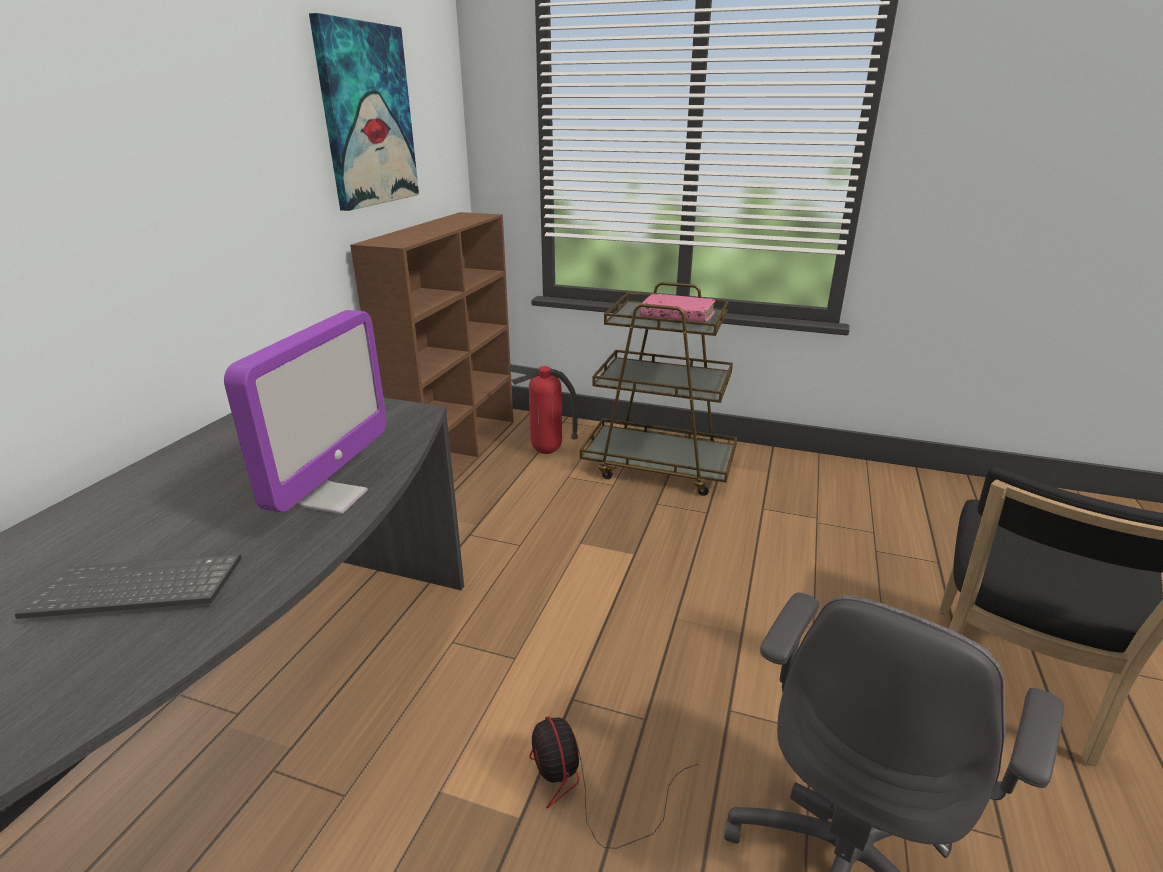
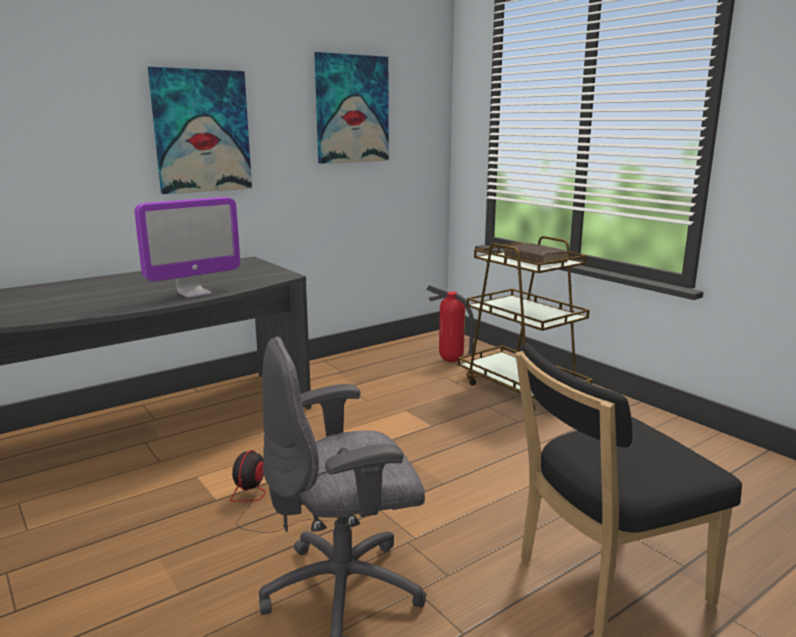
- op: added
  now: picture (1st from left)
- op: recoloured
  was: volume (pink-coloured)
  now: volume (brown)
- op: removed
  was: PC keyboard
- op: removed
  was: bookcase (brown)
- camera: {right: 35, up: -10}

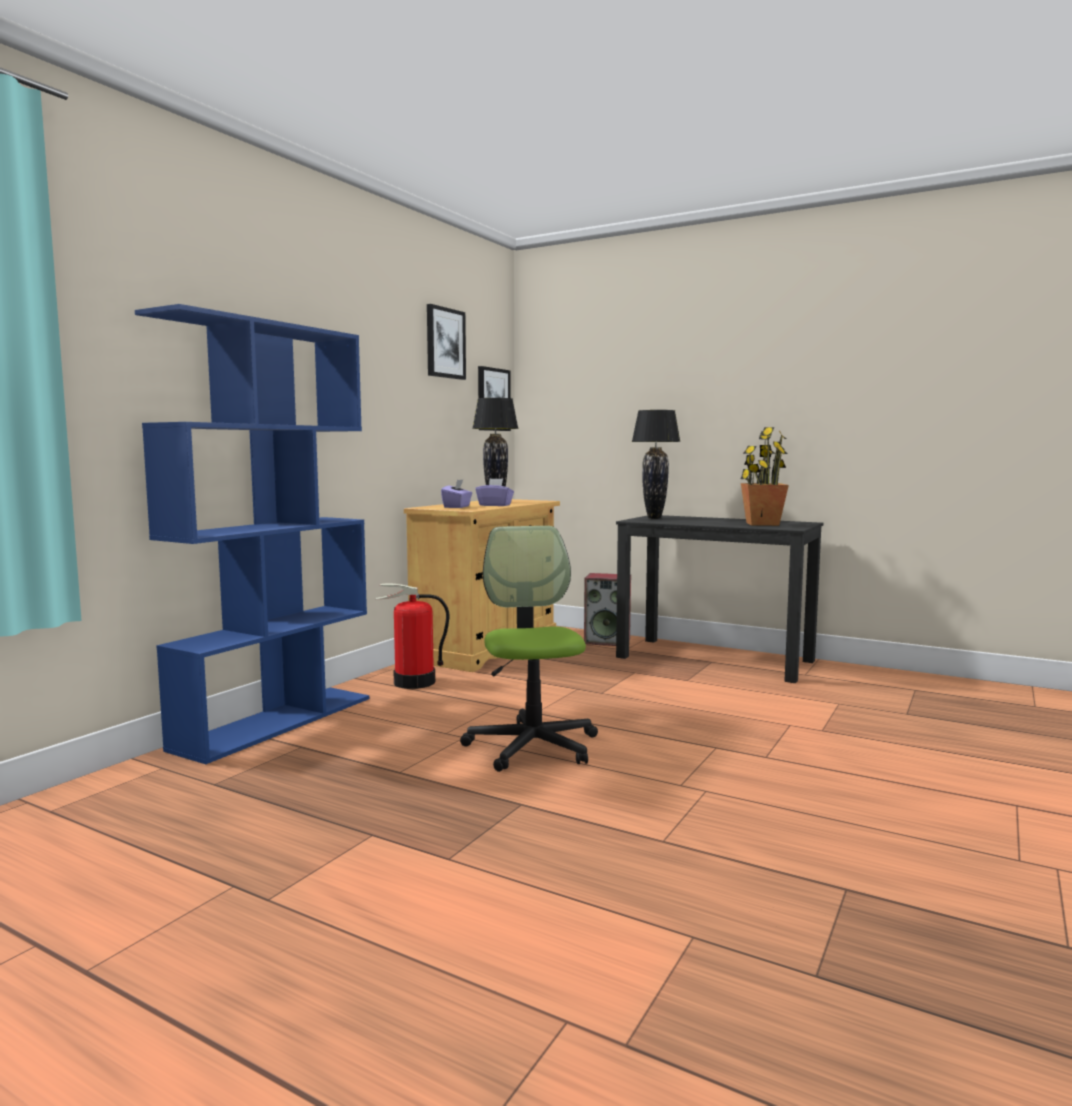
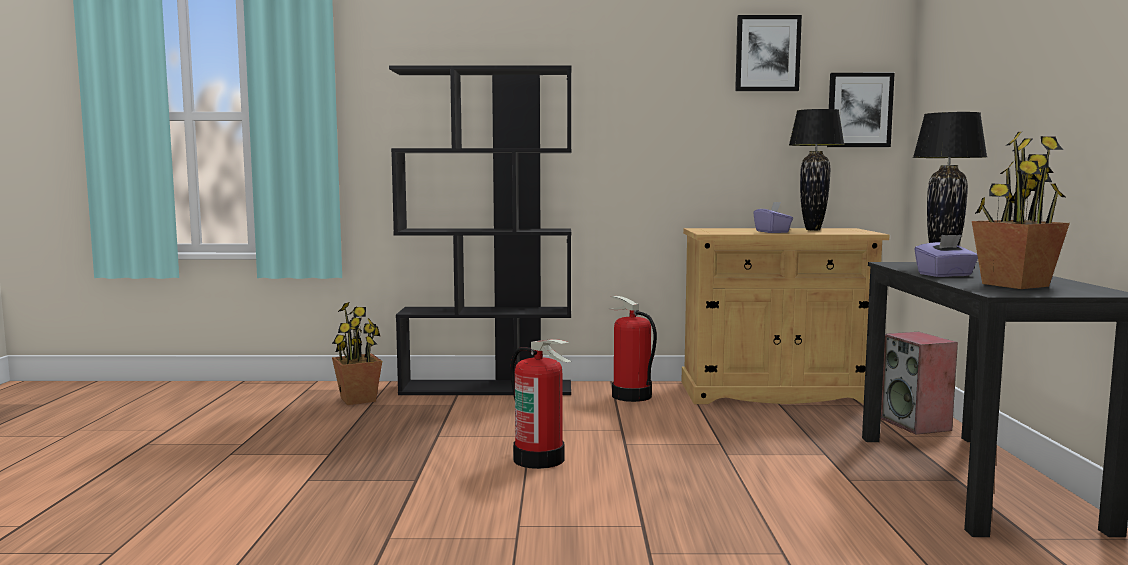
- op: added
  now: potted plant (1st from left)
- op: recoloured
  was: bookcase (blue)
  now: bookcase (black-coloured)
- op: replaced
  was: desk chair
  now: fire-fighting cylinder (1st from left)
- op: moved
  was: box of tissues (purplish) (1st from left in the first image)
  now: box of tissues (purplish) (2nd from left)
- camera: {right: 60, up: 0}

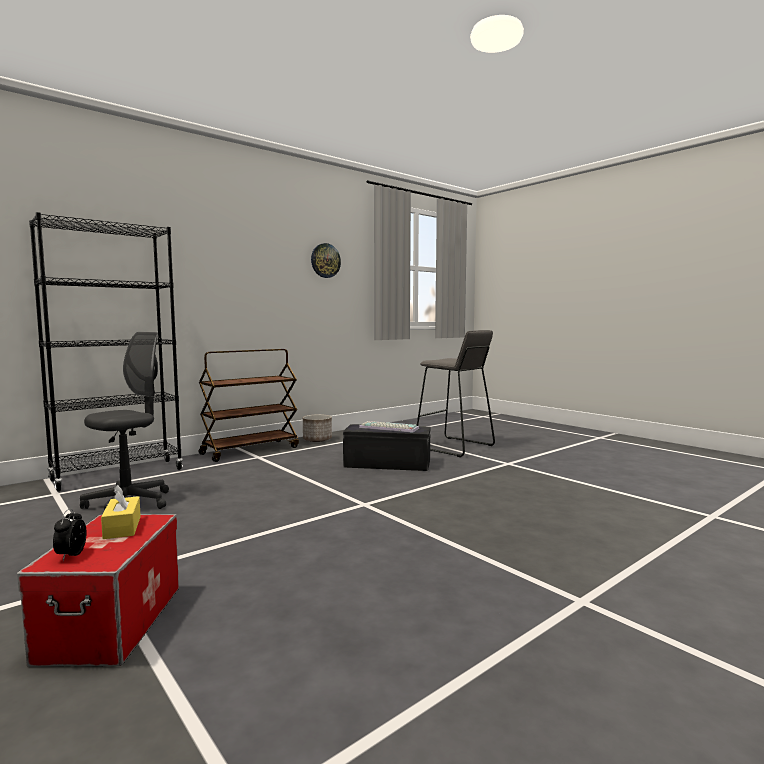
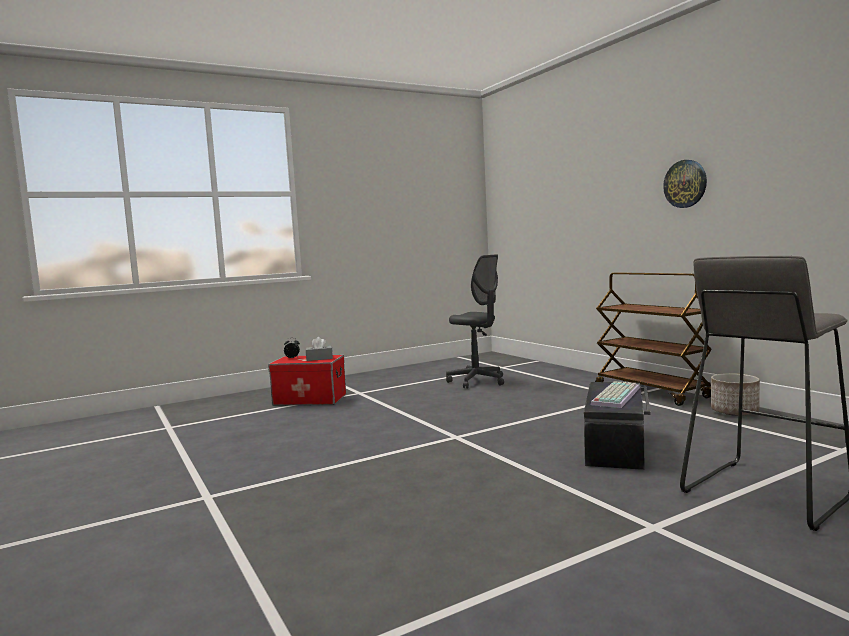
- op: recoloured
  was: box of tissues (yellow-coloured)
  now: box of tissues (greyish)
- op: moved
  was: clock on the wall
- op: removed
  was: bookcase (black-coloured)
- camera: {right: 100, up: 0}

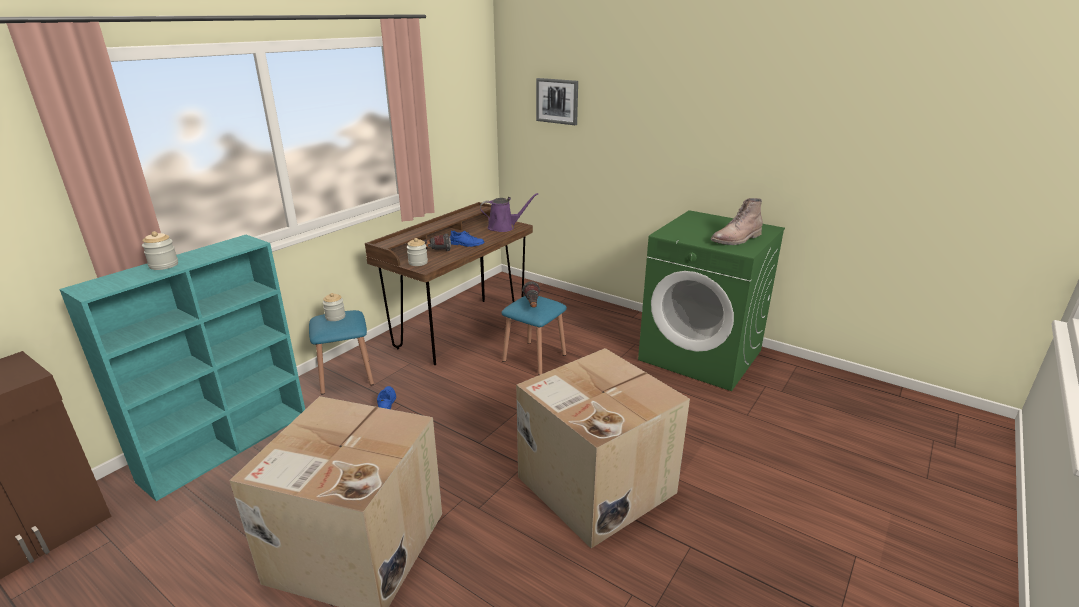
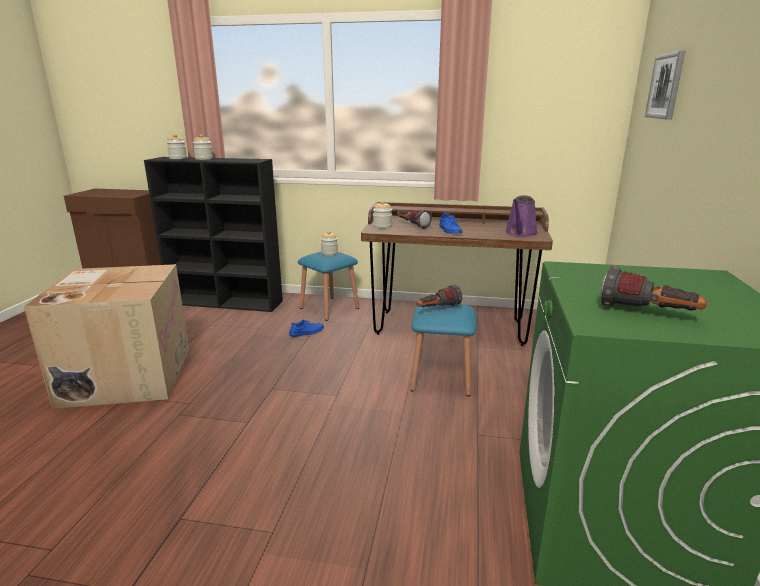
- op: recoloured
  was: bookcase (turquoise)
  now: bookcase (black-coloured)
- op: added
  now: jar (1st from left)
- op: turned
  was: watering can (purplish)
  clockwise: 60
- op: replaced
  was: high-top boot (brown)
  now: torch (3rd from left)
- op: removed
  was: packing box (2nd from left)
- camera: {right: 65, up: -5}

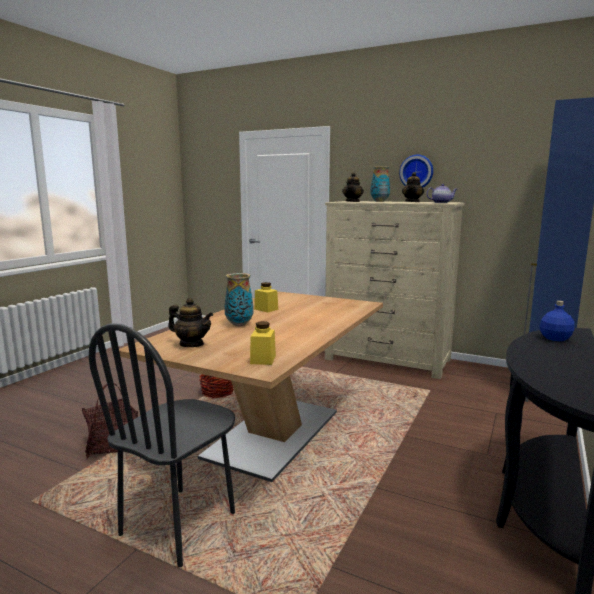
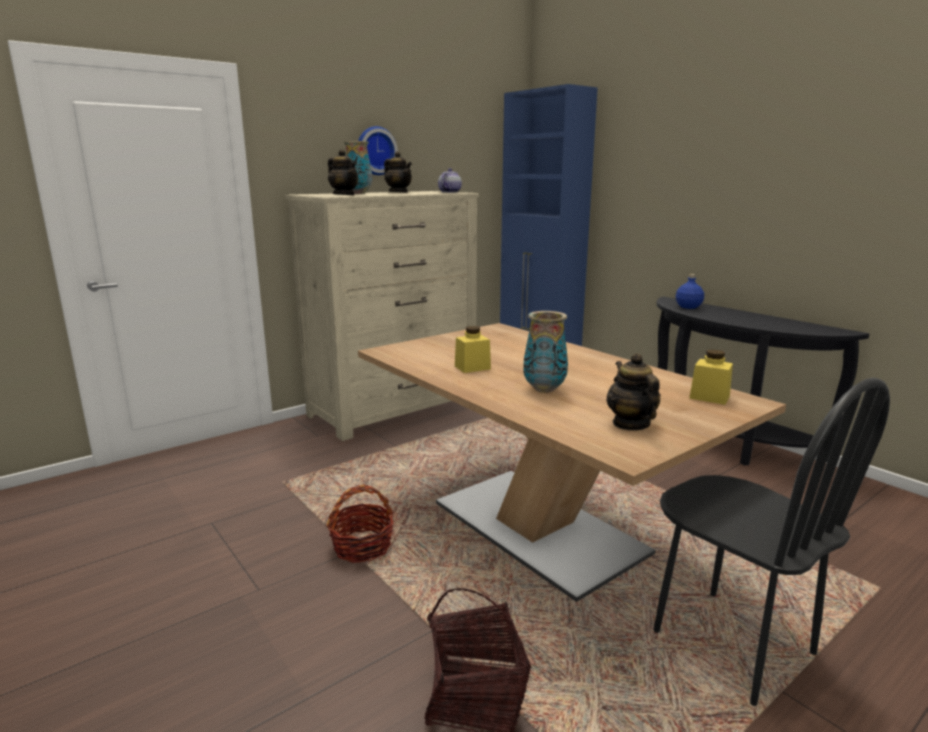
- op: turned
  was: tea pot (1st from left in the first image)
  clockwise: -60
- camera: {right: -65, up: 5}

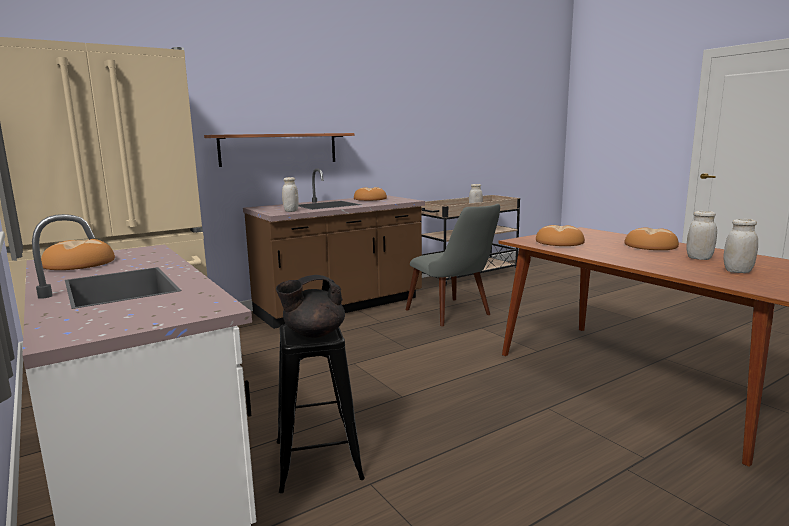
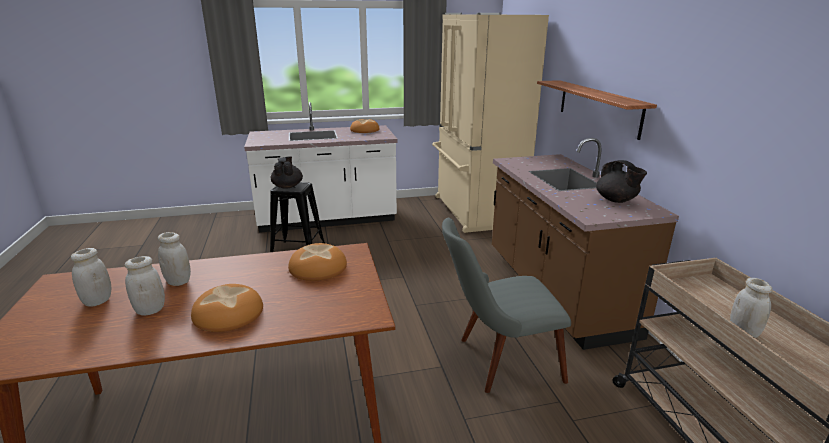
- op: moved
  was: jar (white) (1st from left in the first image)
  now: jar (white) (3rd from left)
- op: replaced
  was: bakery bread (2nd from left)
  now: tea pot (black-coloured) (2nd from left)
- camera: {right: 110, up: 10}

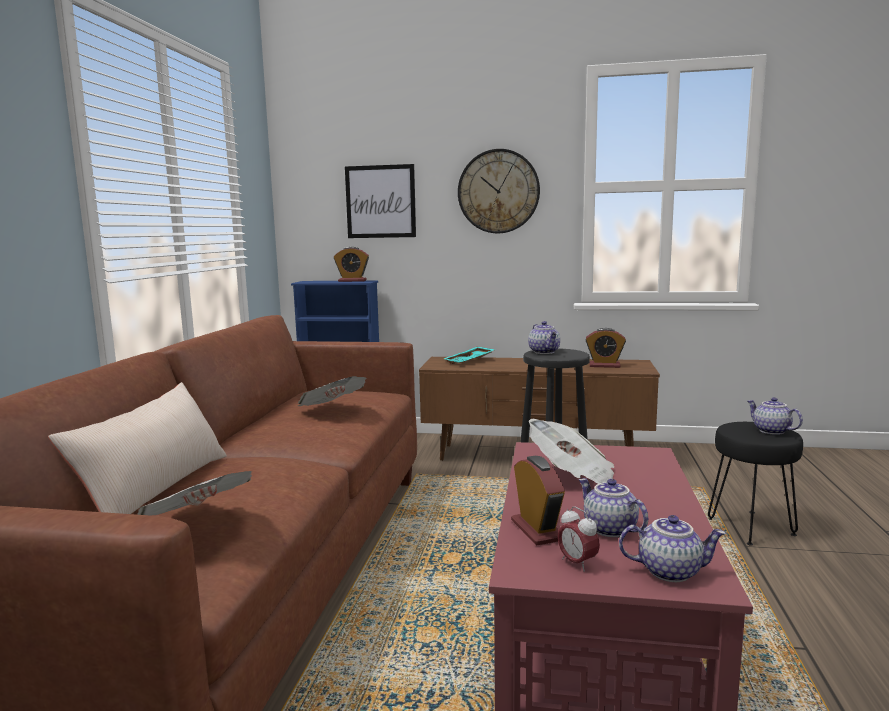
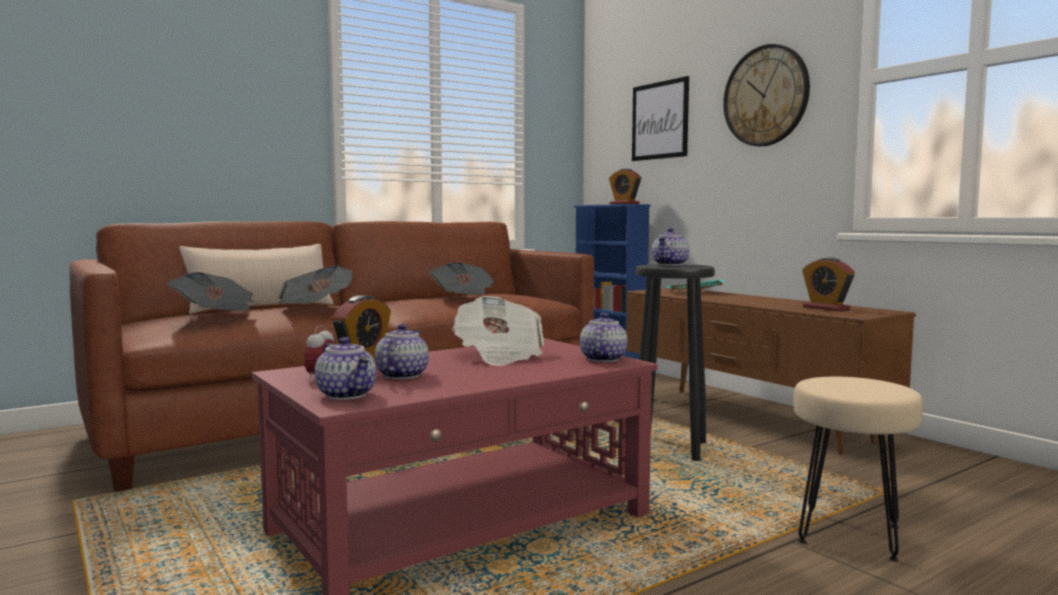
- op: added
  now: printed paper (2nd from left)
- op: moved
  was: tea pot (4th from left in the first image)
  now: tea pot (3rd from left)
- op: recoloured
  was: stool seat (black-coloured) (2nd from left)
  now: stool seat (beige-coloured)
- camera: {right: 45, up: -5}

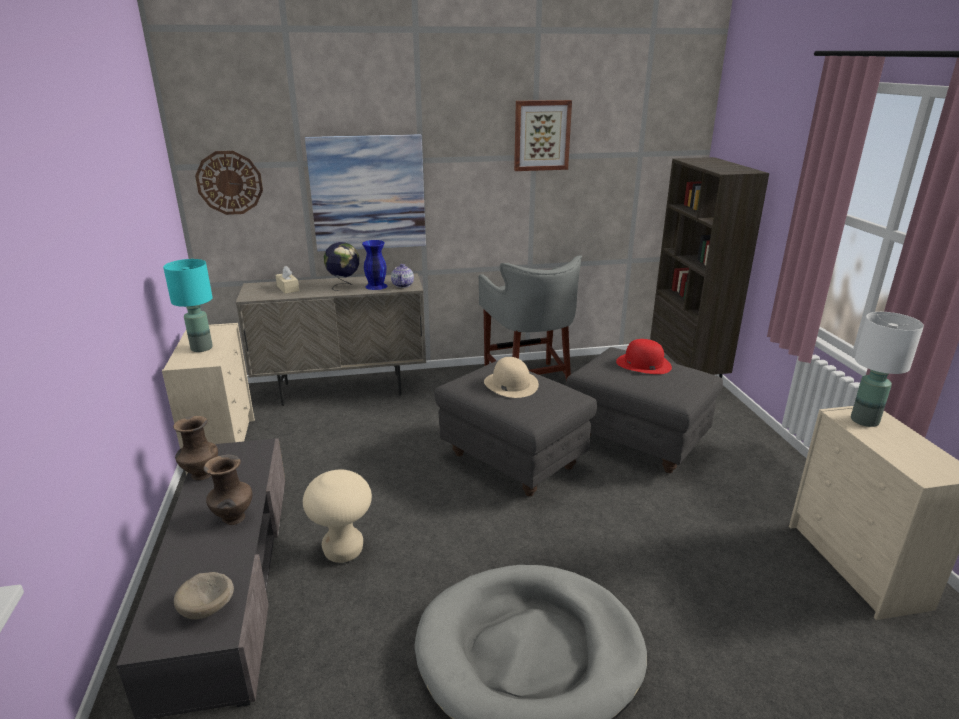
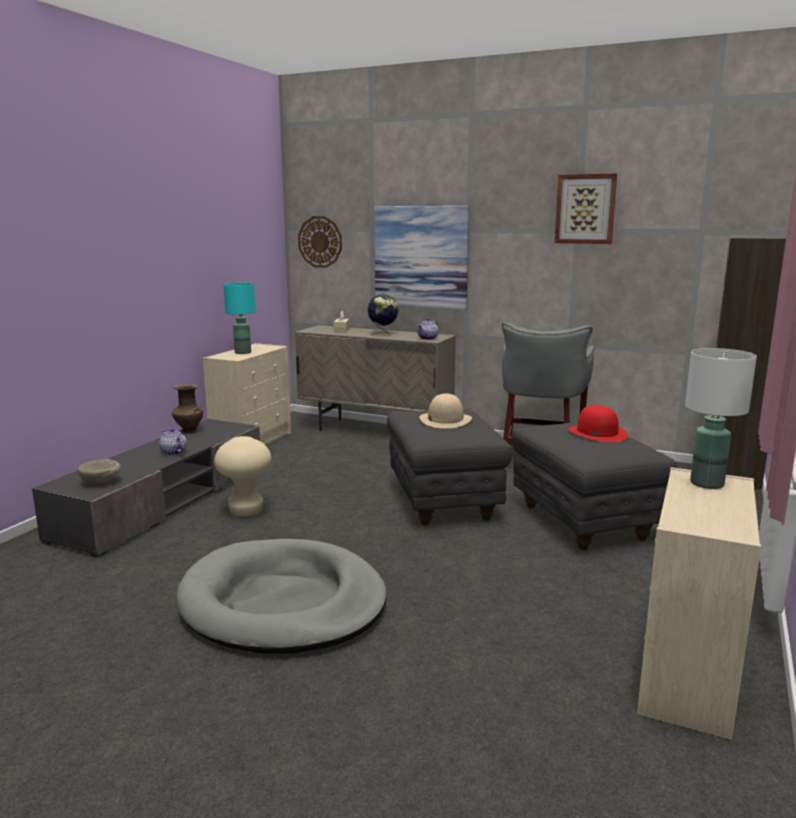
- op: replaced
  was: vase (brown) (2nd from left)
  now: tea pot (1st from left)
- op: removed
  was: vase (blue)
- camera: {right: 35, up: -10}

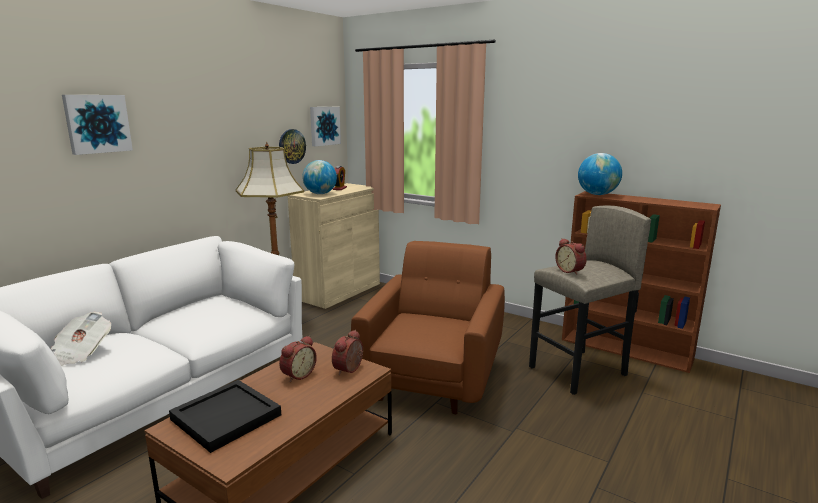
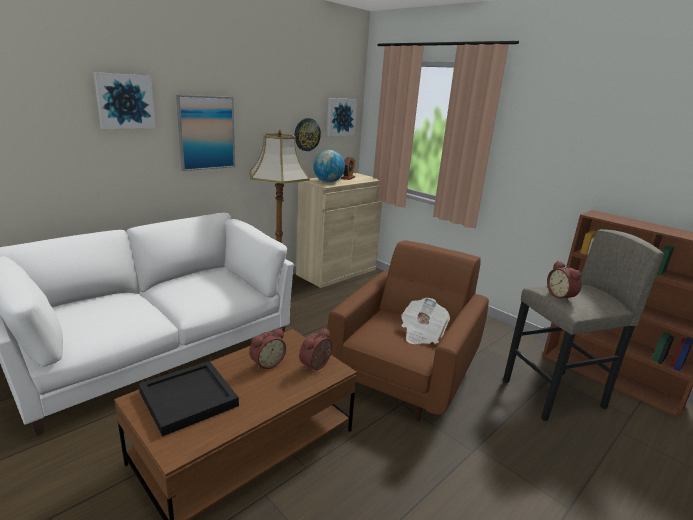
- op: added
  now: picture (2nd from left)
- op: moved
  was: printed paper
- op: removed
  was: desk globe (2nd from left)
- camera: {right: 10, up: 5}

